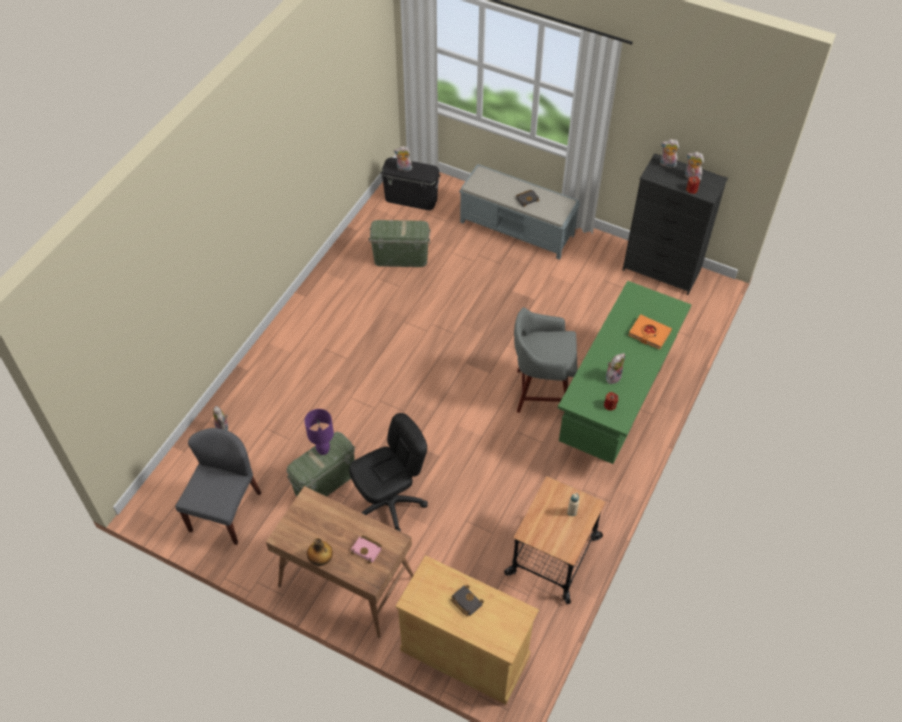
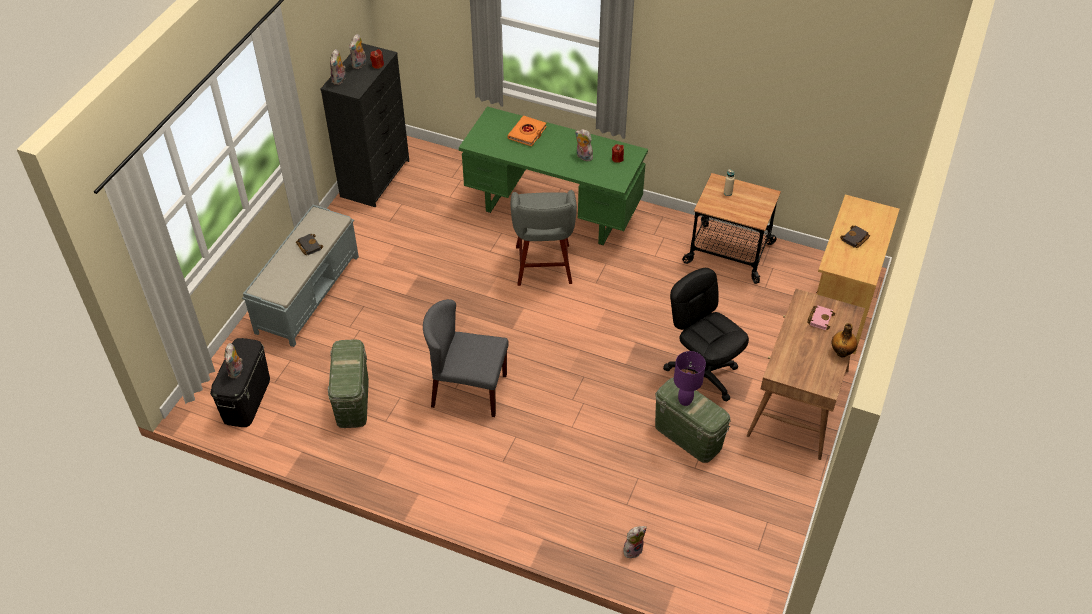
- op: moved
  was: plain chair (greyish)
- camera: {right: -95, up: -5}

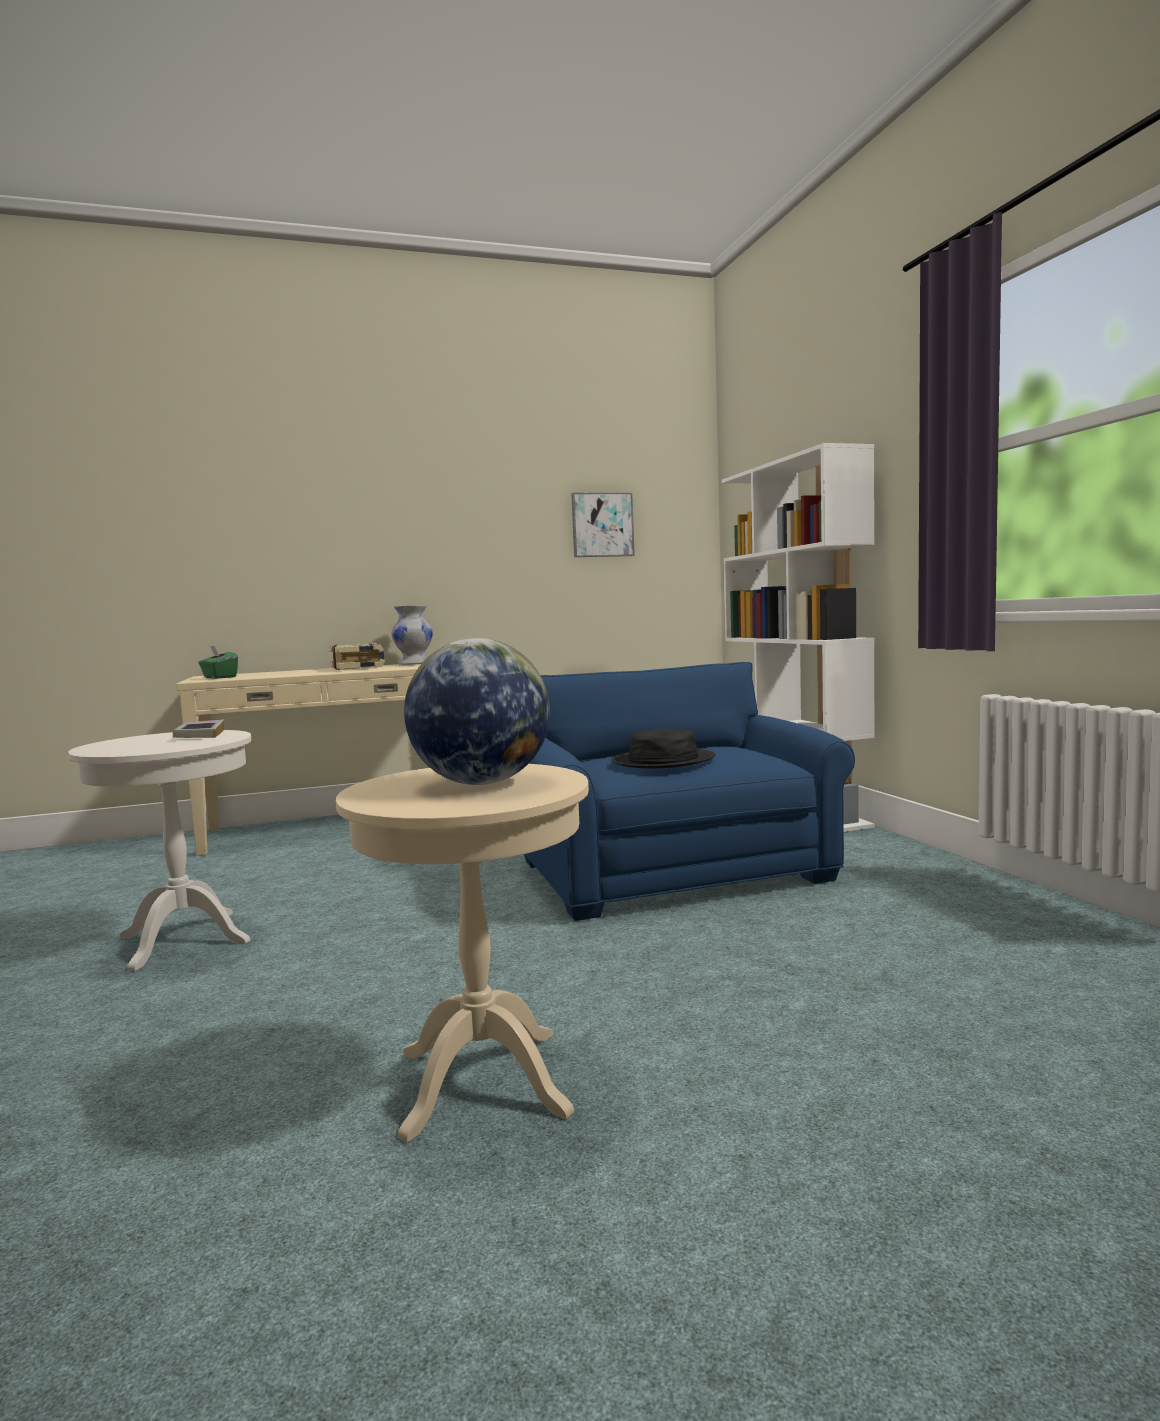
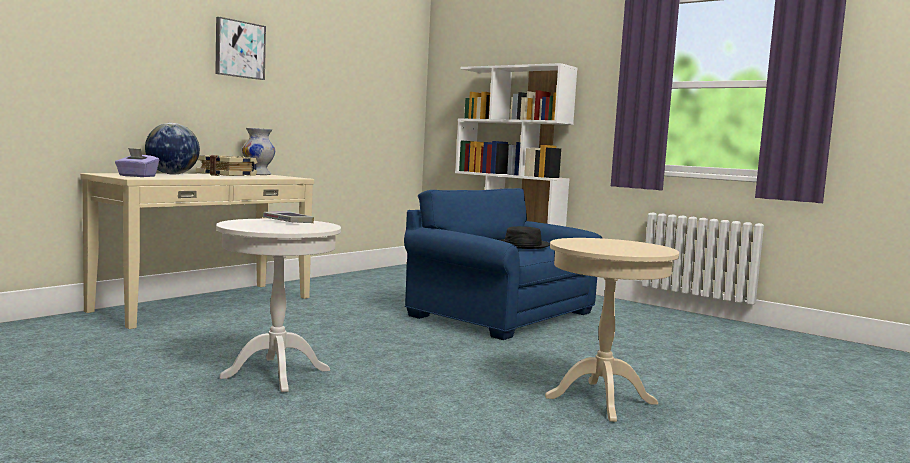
- op: recoloured
  was: box of tissues (greenish)
  now: box of tissues (purplish)
- op: moved
  was: desk globe
- op: moved
  was: picture
- camera: {right: -35, up: 0}

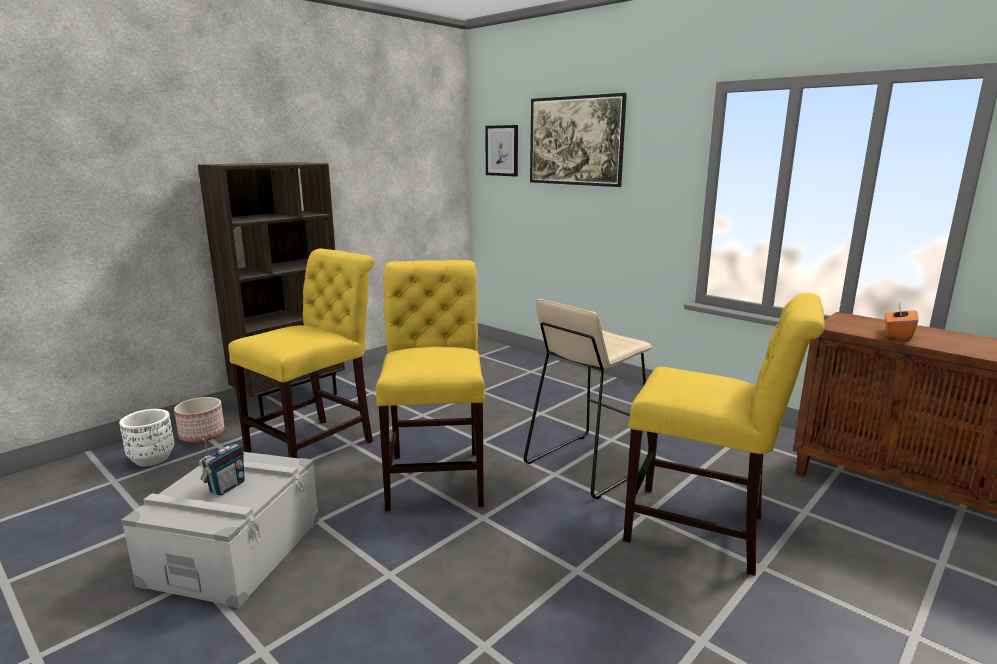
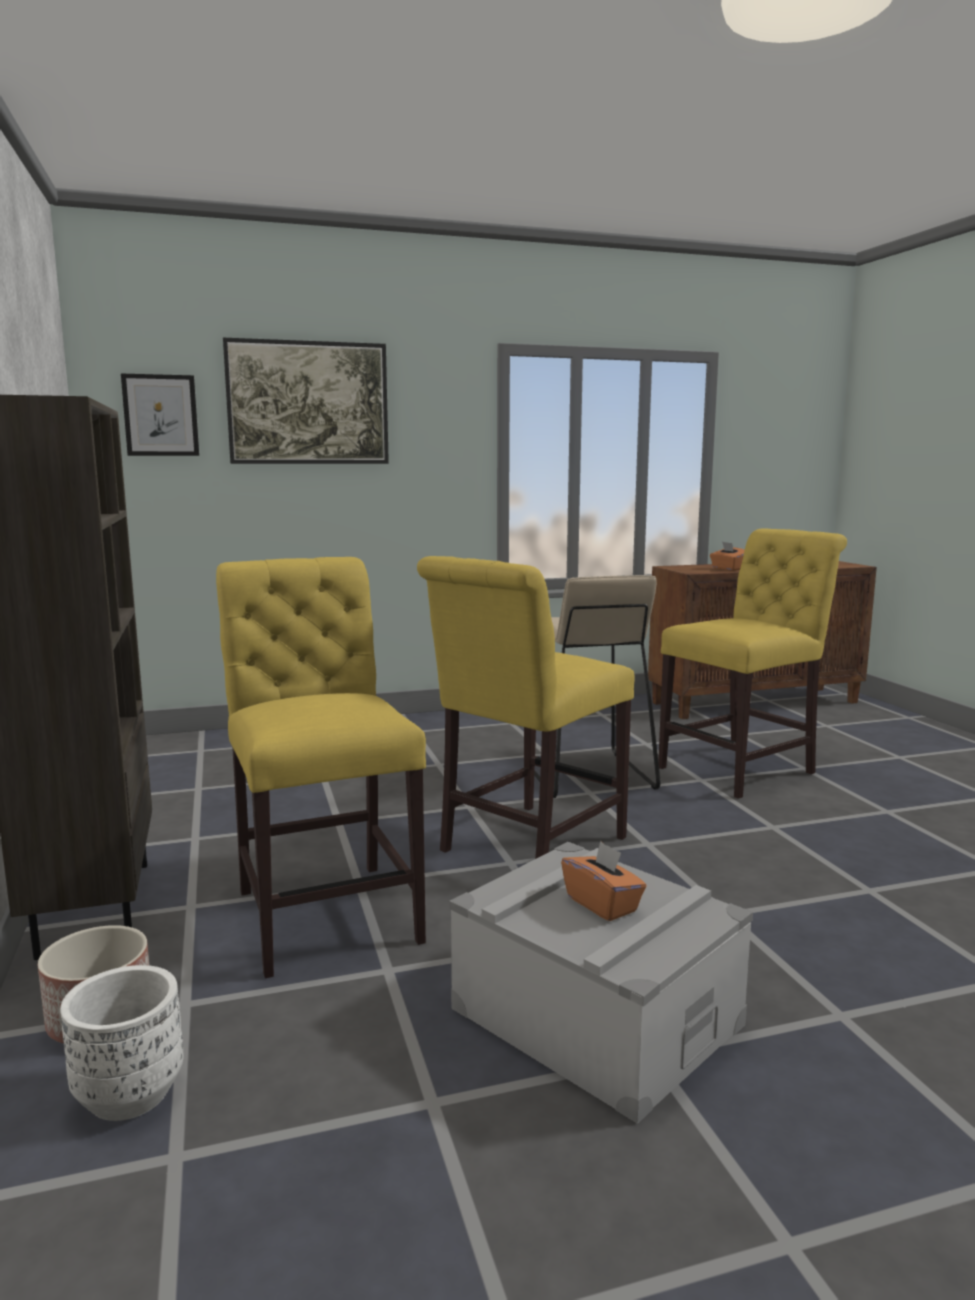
- op: turned
  was: plain chair (yellow-coloured) (2nd from left)
  clockwise: -75
- op: replaced
  was: radio receiver
  now: box of tissues (orange-coloured) (1st from left)
- camera: {right: -60, up: -5}

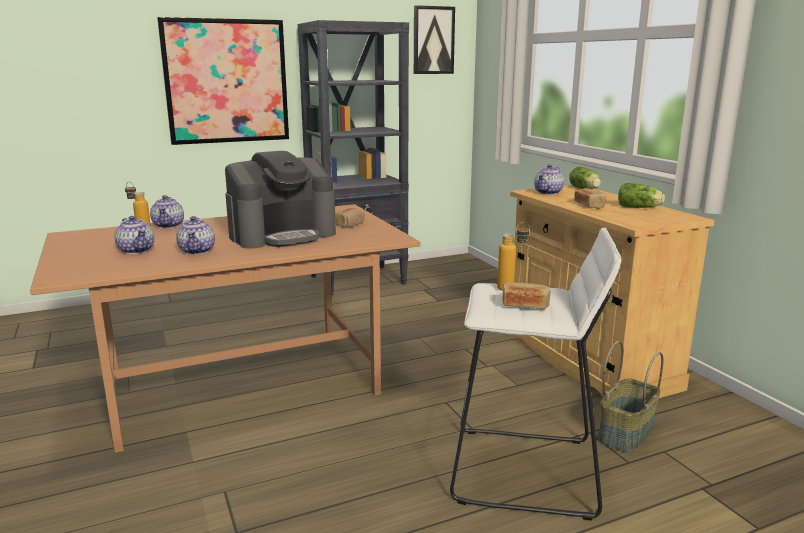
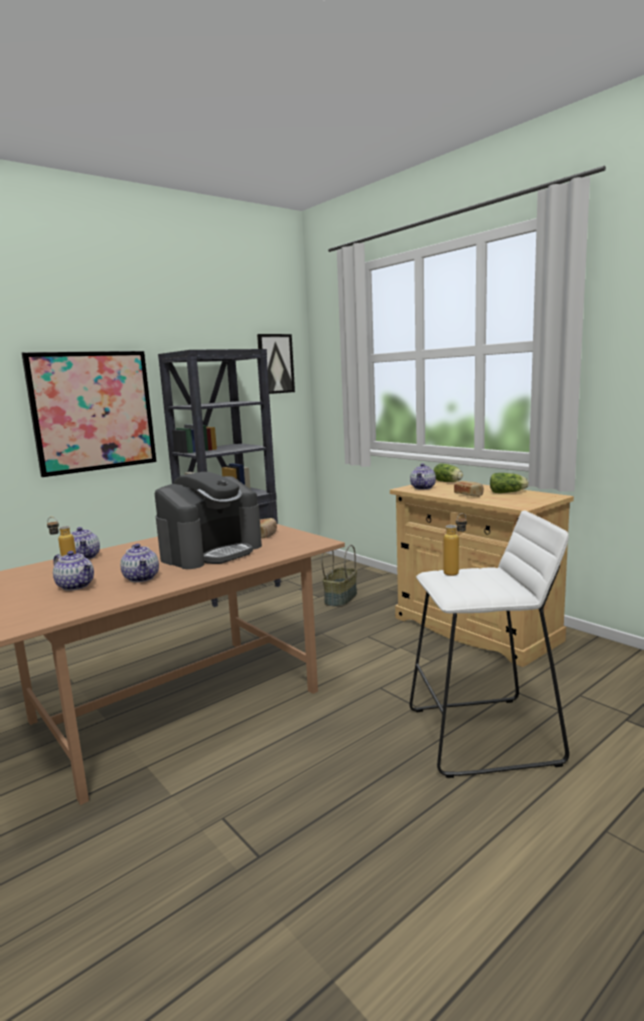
- op: moved
  was: basket
- op: removed
  was: bakery bread (2nd from left)
- camera: {right: -15, up: -5}

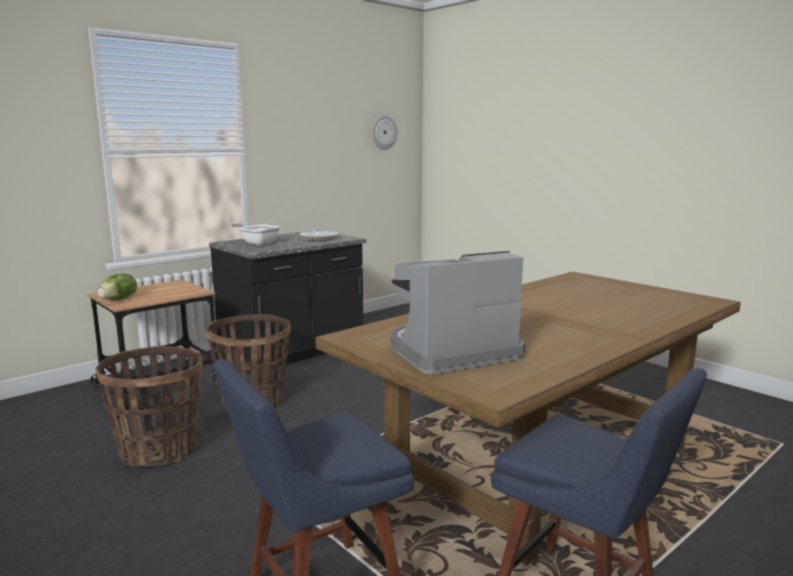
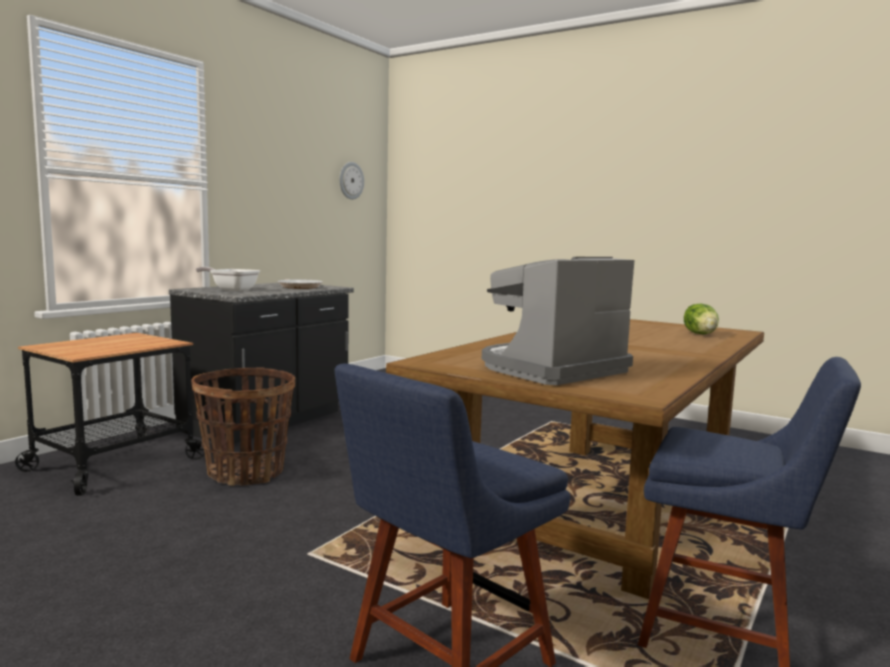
- op: moved
  was: lettuce
- op: removed
  was: basket (1st from left)
- camera: {right: -15, up: -5}

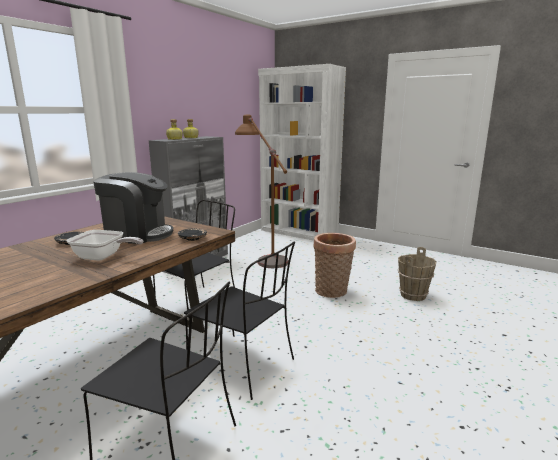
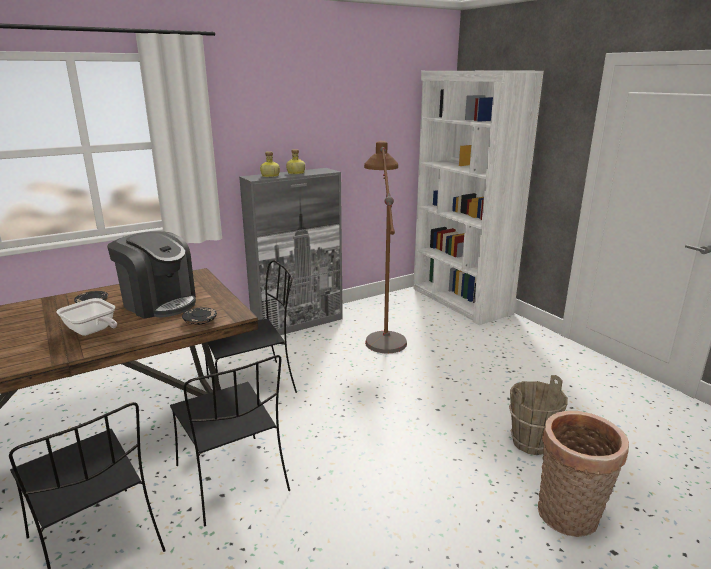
- op: moved
  was: basket
- camera: {right: 25, up: 5}

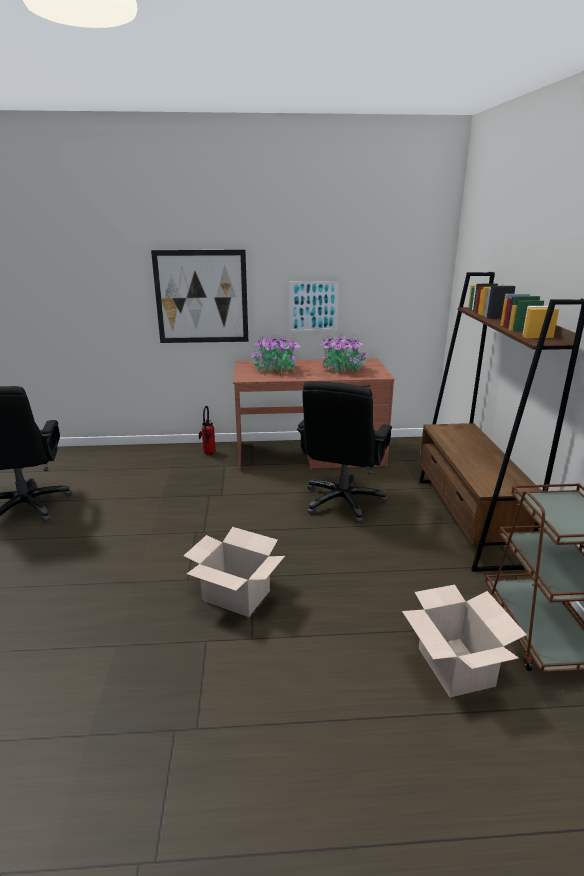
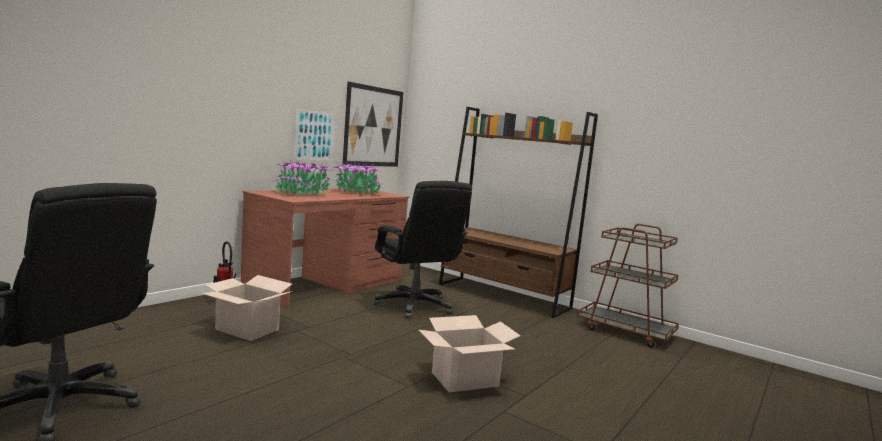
- op: moved
  was: packing box (2nd from left in the first image)
  now: packing box (1st from left)
- op: moved
  was: picture (1st from left in the first image)
  now: picture (2nd from left)
- camera: {right: -50, up: -15}

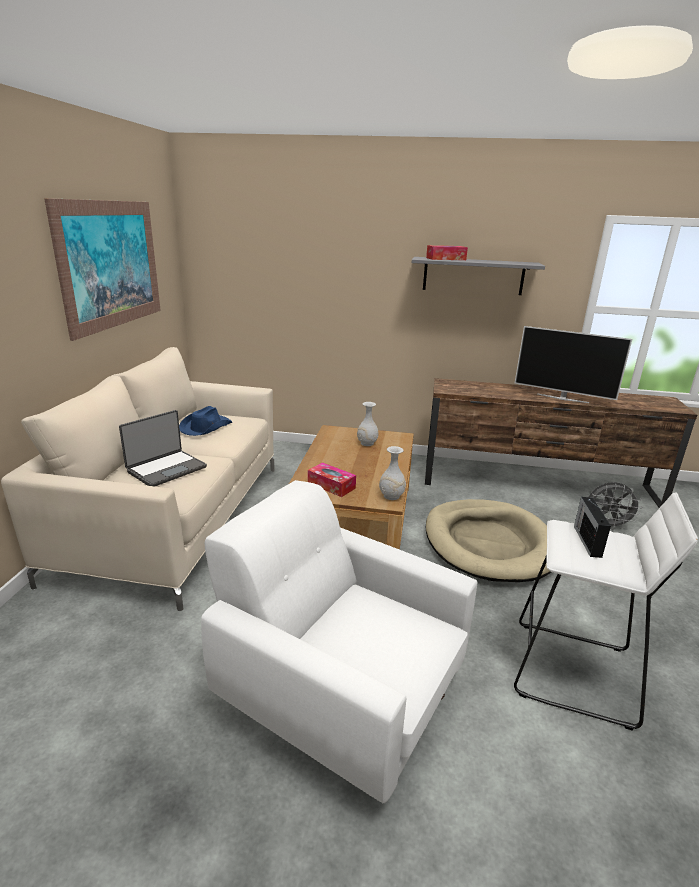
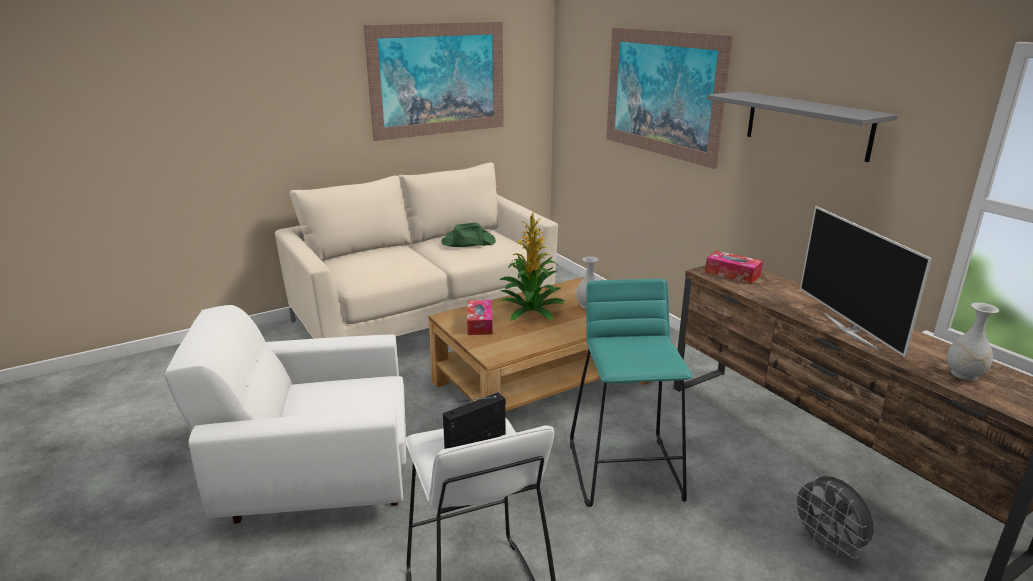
- op: turned
  was: lounge chair (white)
  clockwise: -90
- op: recoloured
  was: wearable hat (blue)
  now: wearable hat (greenish)
- op: added
  now: potted plant
- op: replaced
  was: pet bed (beige-coloured)
  now: stool seat (turquoise)
- op: added
  now: picture (2nd from left)
- op: moved
  was: box of tissues (2nd from left)
- op: moved
  was: vase (white) (2nd from left)
- op: removed
  was: notebook computer
- camera: {right: 50, up: 0}

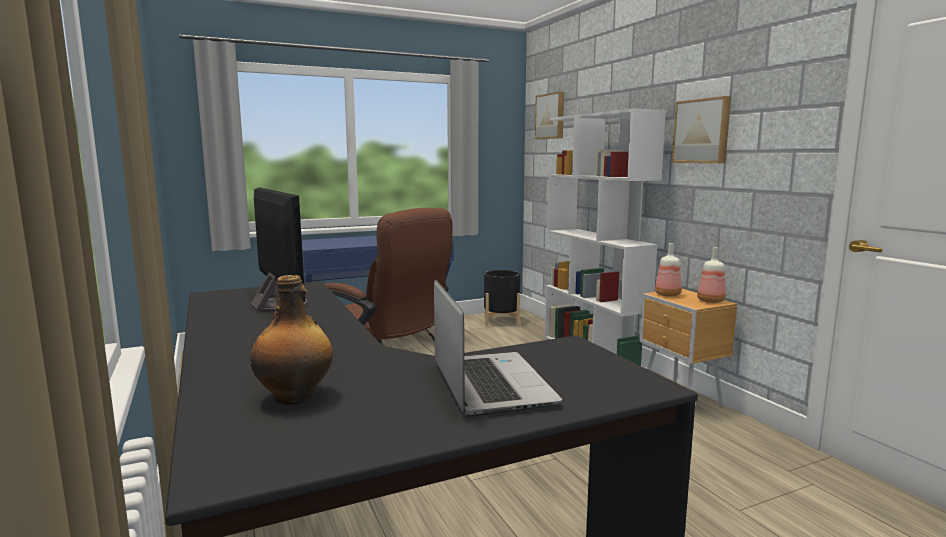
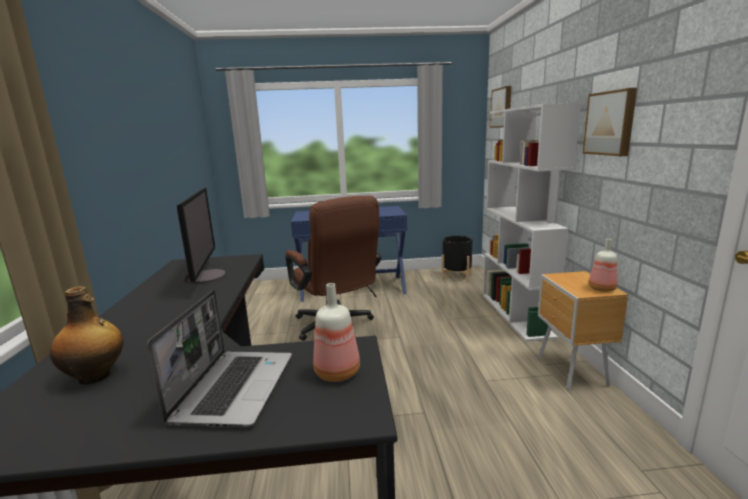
- op: moved
  was: bottle (2nd from left)
- camera: {right: 20, up: 5}

